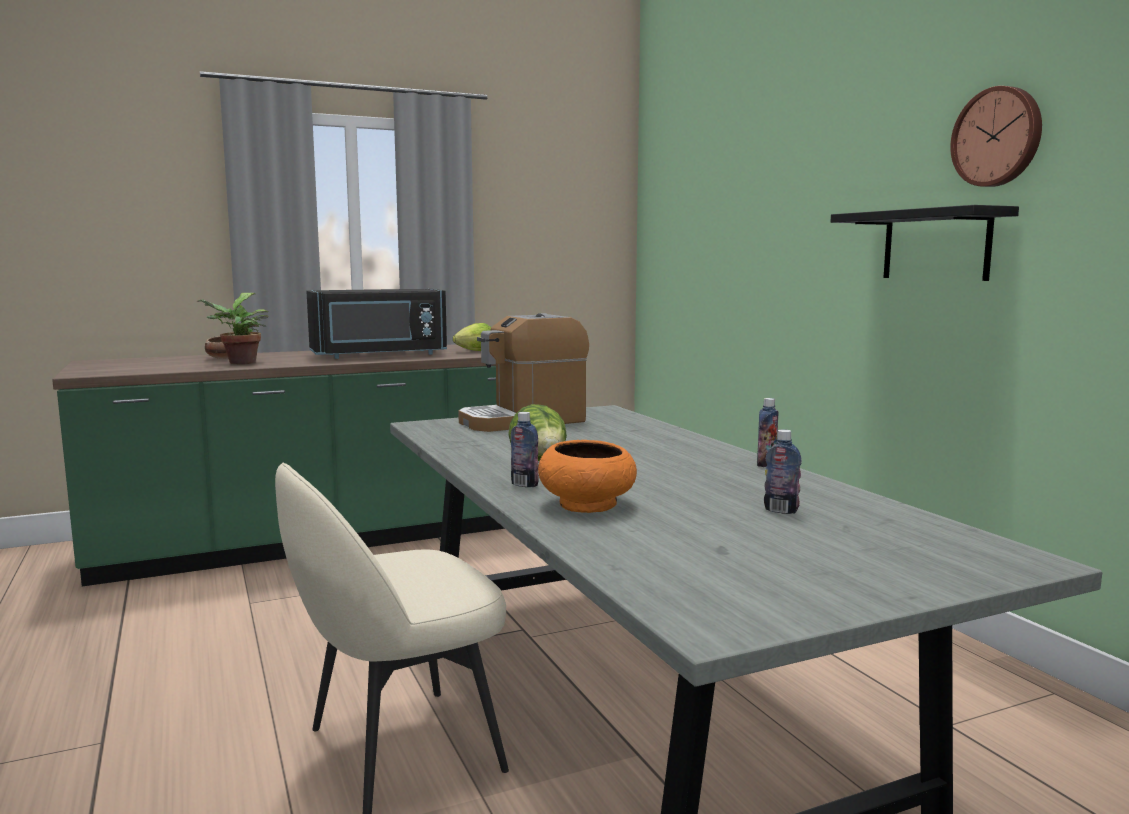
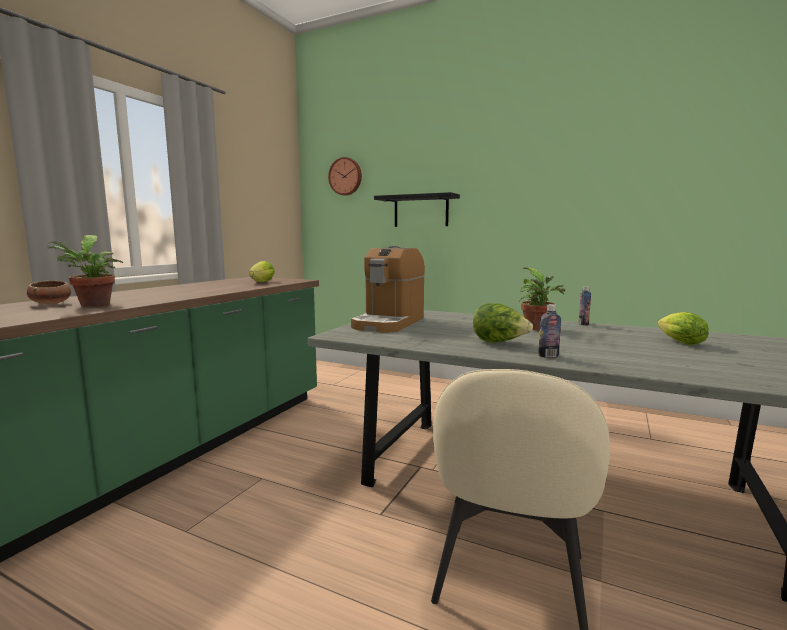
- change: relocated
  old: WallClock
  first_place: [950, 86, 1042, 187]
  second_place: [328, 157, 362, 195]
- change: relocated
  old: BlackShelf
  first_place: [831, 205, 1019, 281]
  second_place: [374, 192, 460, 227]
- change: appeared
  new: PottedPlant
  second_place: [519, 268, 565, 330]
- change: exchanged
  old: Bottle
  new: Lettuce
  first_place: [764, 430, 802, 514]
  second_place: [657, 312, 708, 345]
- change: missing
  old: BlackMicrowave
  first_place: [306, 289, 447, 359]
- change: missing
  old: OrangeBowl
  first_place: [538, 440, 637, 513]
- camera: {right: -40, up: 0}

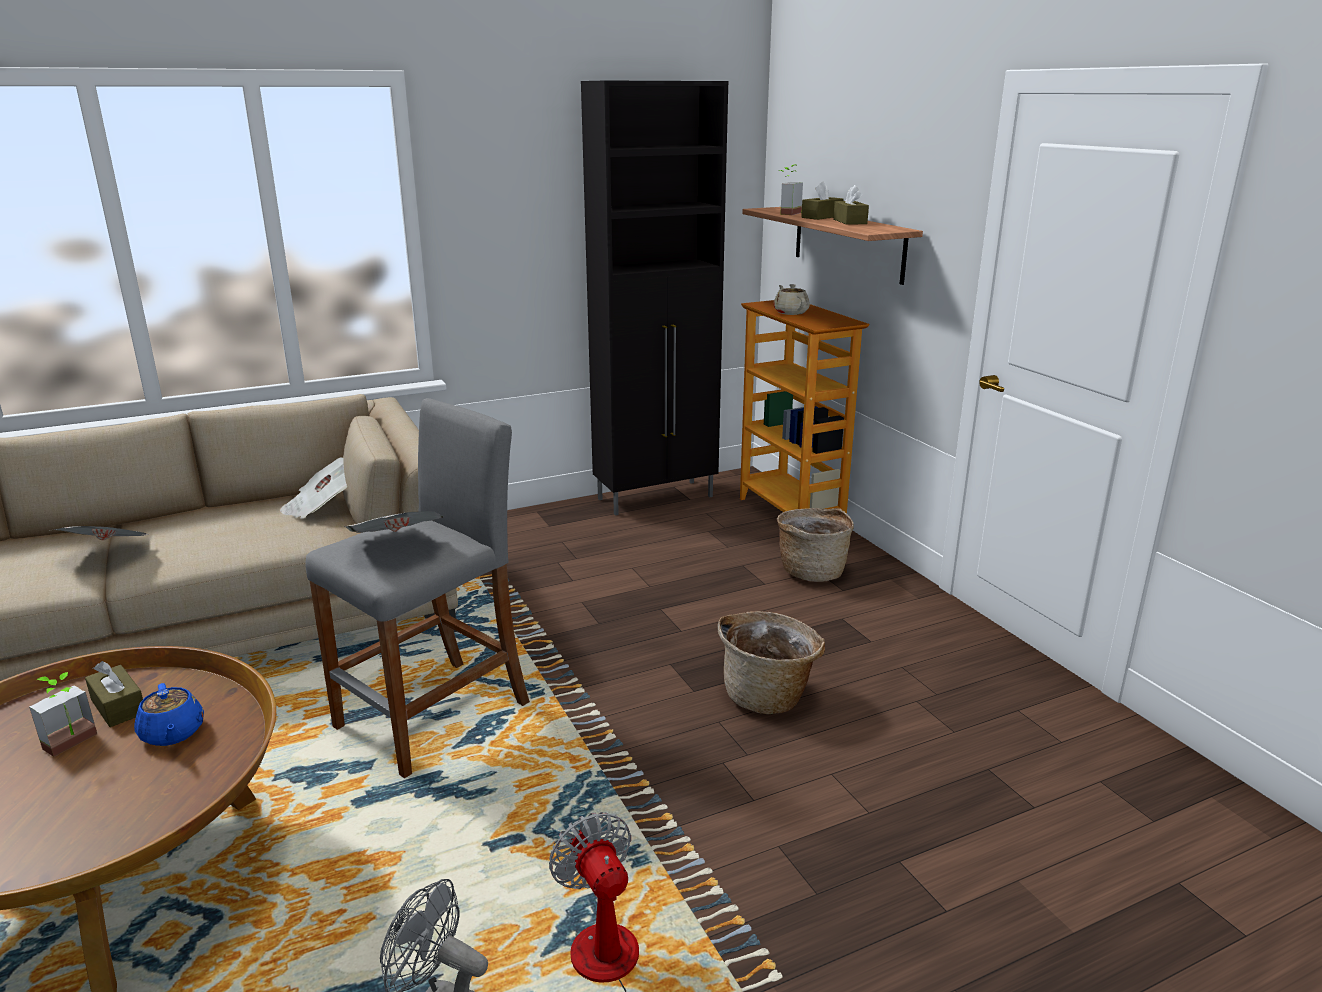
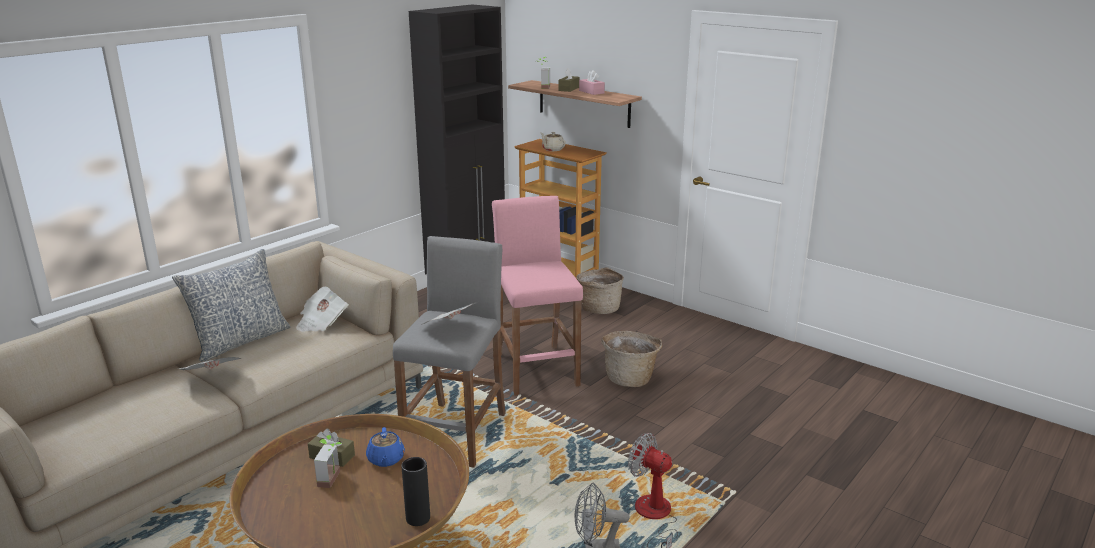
- change: appeared
  new: Pillow
  second_place: [172, 249, 291, 362]
- change: spun
  old: BlueTeapot
  first_place: [134, 683, 204, 746]
  second_place: [366, 427, 405, 467]
  degrees: 45
- change: appeared
  new: BlackVase
  second_place: [401, 457, 430, 526]
- change: appeared
  new: PinkStool
  second_place: [492, 196, 583, 396]
- change: colour
  old: BrownTissueBox
  new: PinkTissueBox
  first_place: [833, 185, 869, 225]
  second_place: [579, 70, 605, 95]
- camera: {right: -25, up: 0}

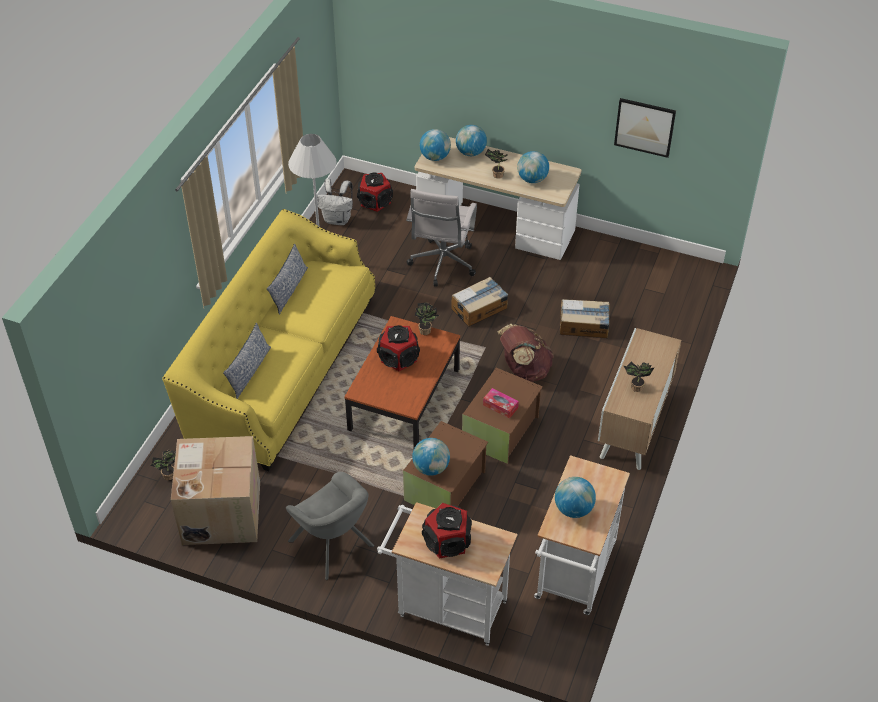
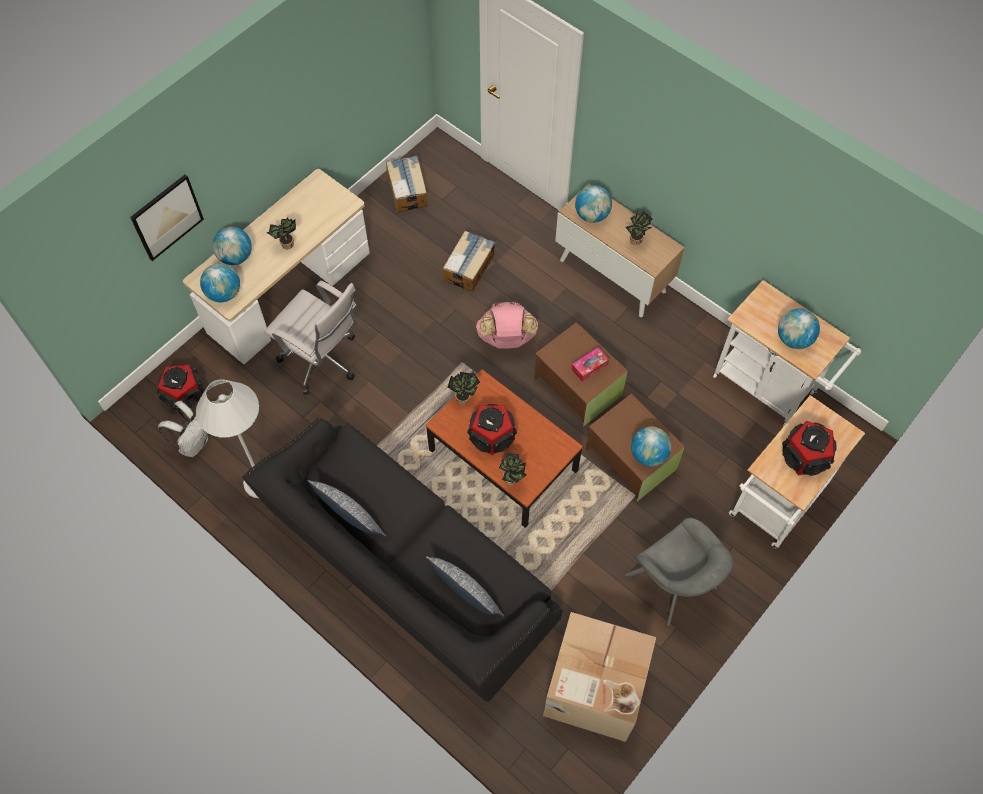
- change: relocated
  old: Picture
  first_place: [614, 98, 676, 158]
  second_place: [130, 174, 204, 261]
- change: colour
  old: YellowSofa
  new: BlackSofa
  first_place: [162, 209, 375, 471]
  second_place: [242, 418, 563, 702]
- change: relocated
  old: CardboardBox
  first_place: [451, 277, 508, 327]
  second_place: [386, 156, 427, 212]
- change: colour
  old: BrownBackpack
  new: PinkBackpack
  first_place: [497, 324, 554, 382]
  second_place: [476, 301, 538, 348]
- change: relocated
  old: PottedPlant
  first_place: [151, 449, 176, 480]
  second_place: [499, 453, 527, 486]
- change: relocated
  old: Globe
  first_place: [517, 151, 549, 183]
  second_place: [575, 185, 612, 223]
- change: spun
  old: GreyArmchair
  first_place: [286, 472, 374, 580]
  second_place: [625, 518, 733, 626]
  degrees: 75
- camera: {right: -70, up: 15}

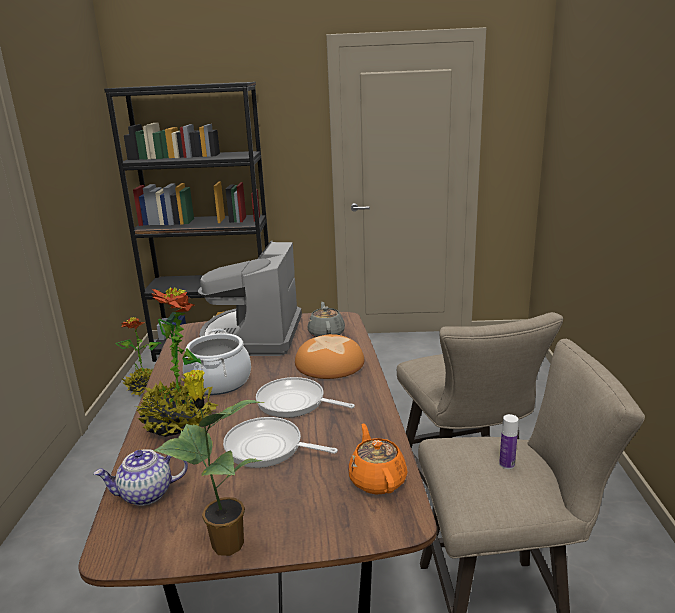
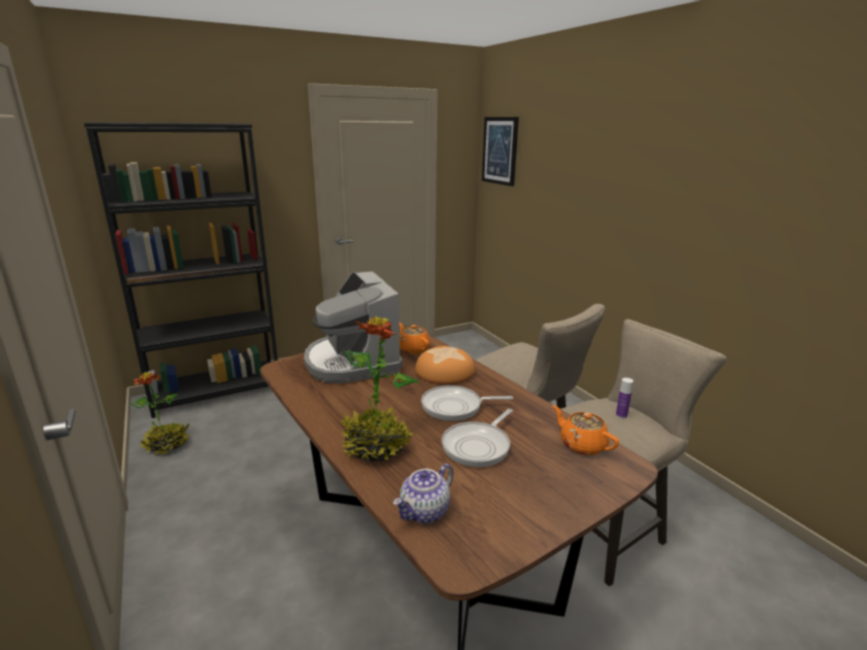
- change: colour
  old: GreyTeapot
  new: OrangeTeapot
  first_place: [308, 302, 345, 337]
  second_place: [399, 322, 430, 354]
- change: spun
  old: FryingPan
  first_place: [223, 417, 338, 468]
  second_place: [442, 409, 513, 467]
  degrees: -45
- change: appeared
  new: Picture
  second_place: [482, 117, 519, 186]
- change: missing
  old: PottedPlant
  first_place: [154, 369, 264, 556]
- change: missing
  old: CookingPot
  first_place: [183, 329, 251, 395]
- camera: {right: -30, up: 0}

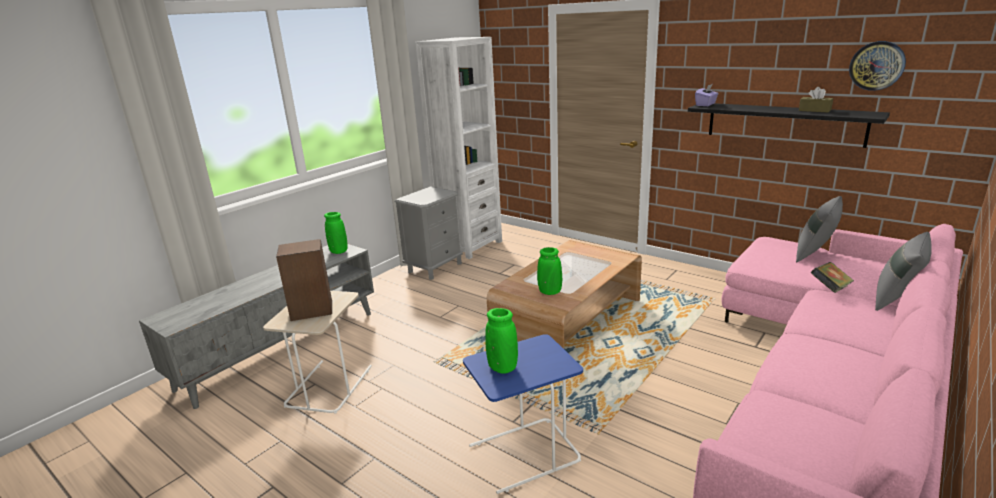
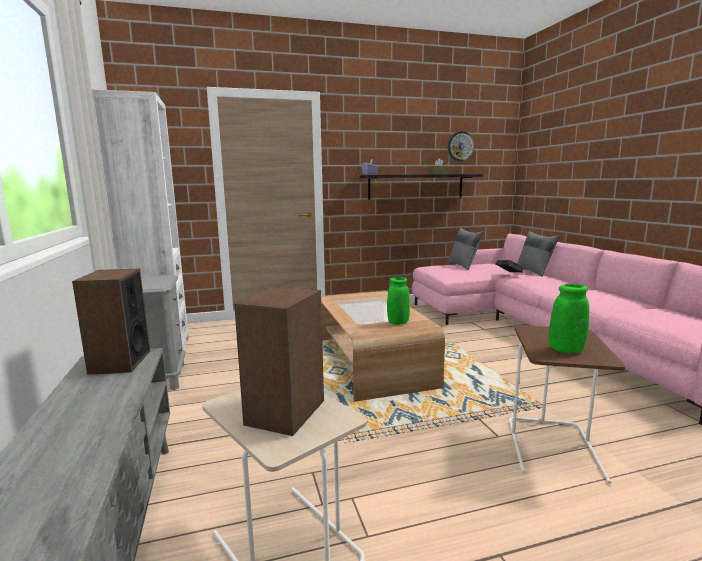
- change: exchanged
  old: GreenVase
  new: Speaker
  first_place: [324, 212, 347, 254]
  second_place: [72, 269, 150, 375]
- change: colour
  old: BlueSideTable
  new: BrownSideTable
  first_place: [463, 334, 583, 494]
  second_place: [508, 325, 625, 484]
- camera: {right: -55, up: -10}

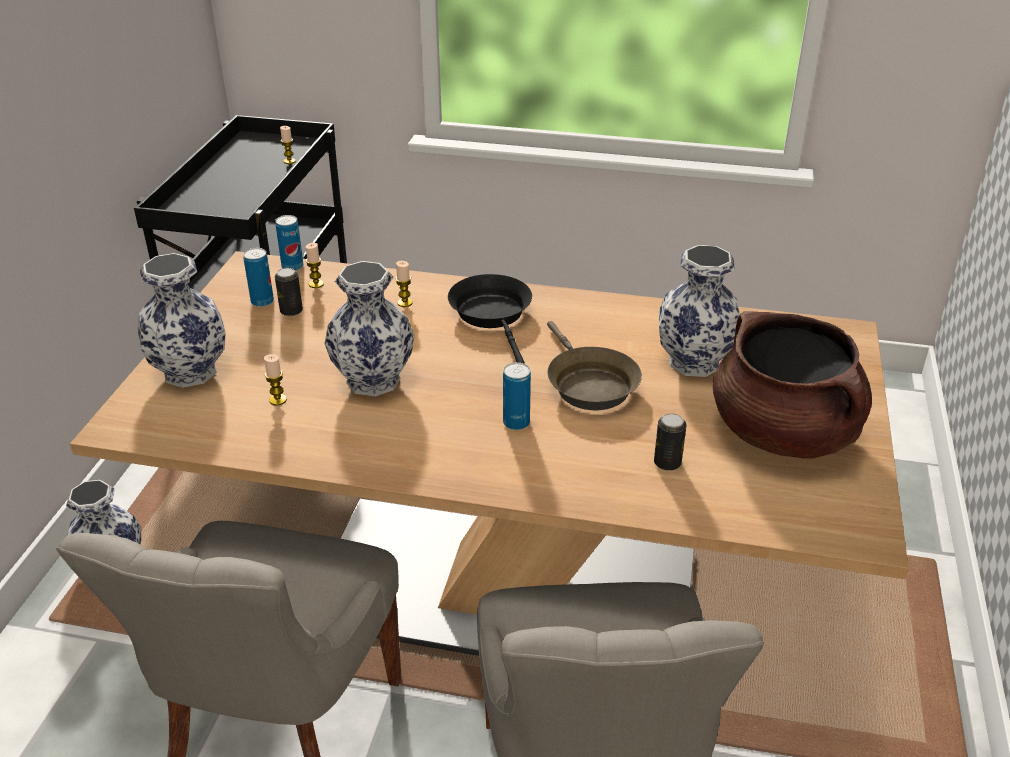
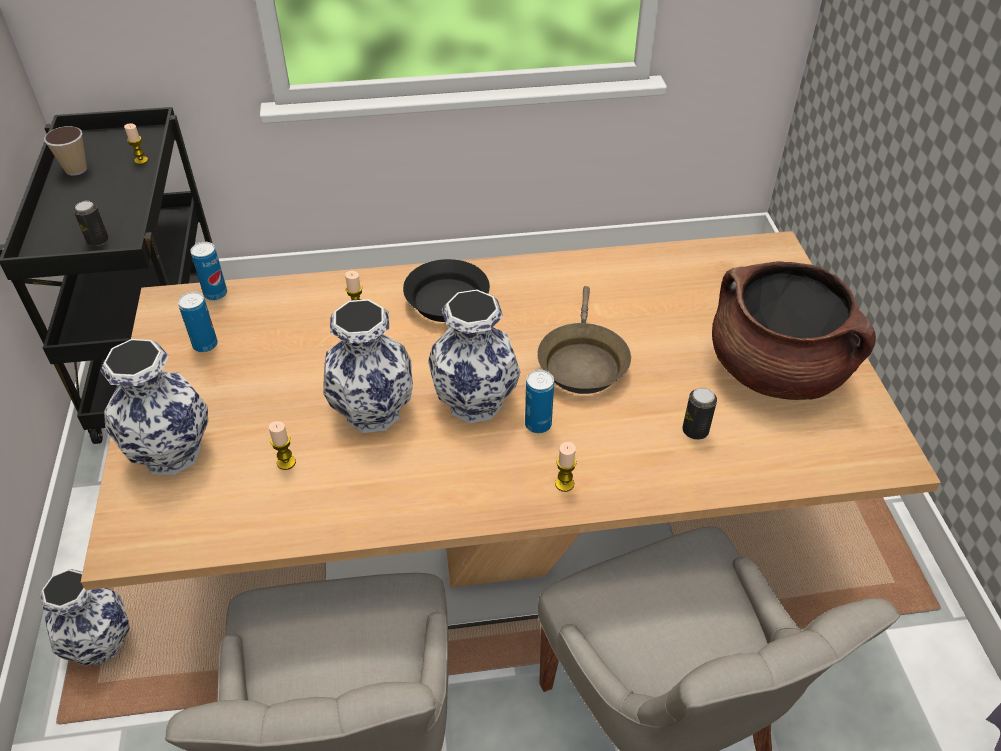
- change: appeared
  new: Cup
  second_place: [44, 126, 87, 176]
- change: relocated
  old: Can
  first_place: [275, 268, 303, 316]
  second_place: [74, 201, 109, 246]
- change: relocated
  old: Vase
  first_place: [659, 245, 739, 377]
  second_place: [428, 289, 520, 423]
- change: spun
  old: BrownFryingPan
  first_place: [547, 321, 642, 410]
  second_place: [537, 286, 631, 394]
  degrees: 45
- change: relocated
  old: Candle
  first_place: [306, 243, 324, 288]
  second_place: [555, 442, 577, 492]
- camera: {right: -20, up: 10}

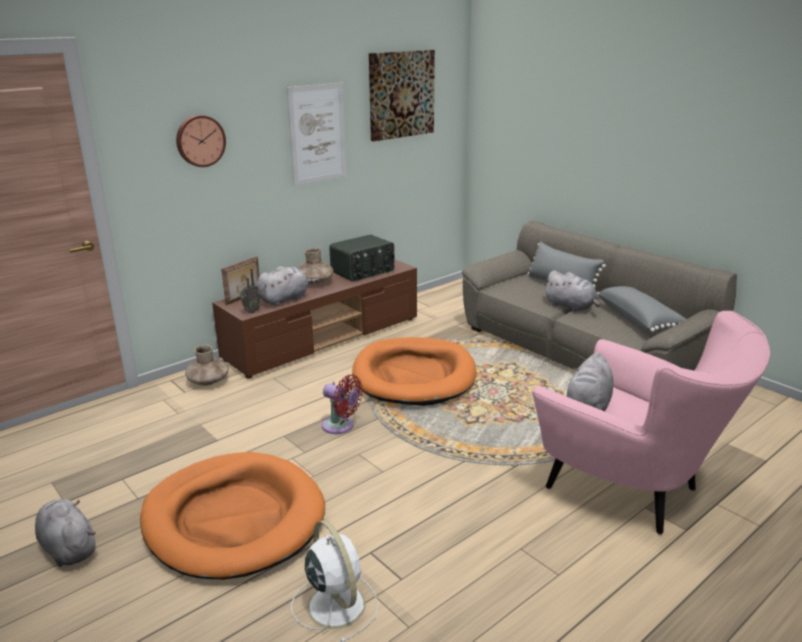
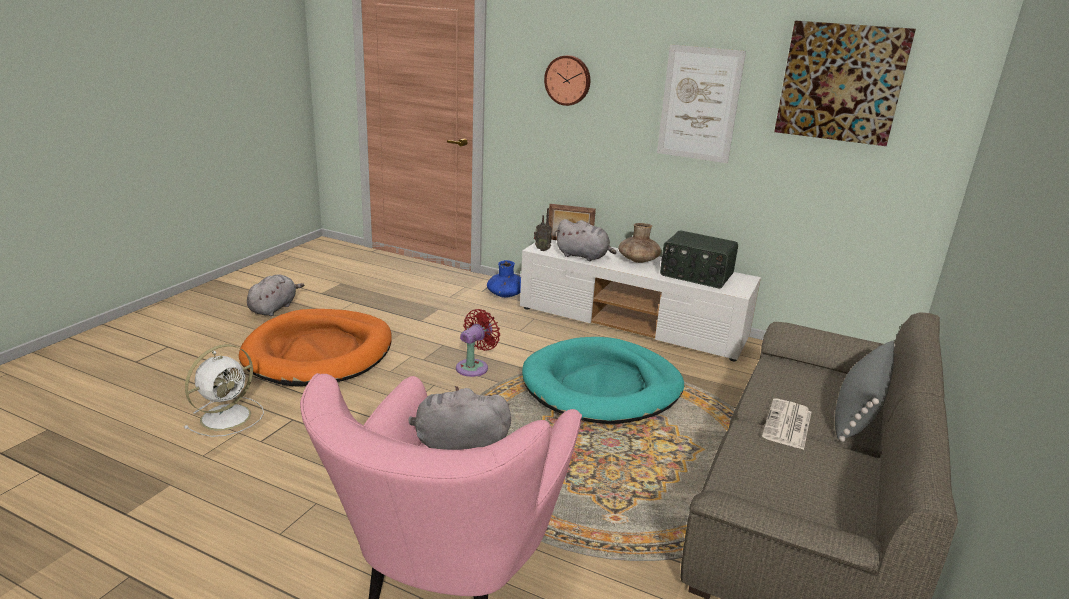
- change: spun
  old: RedFan
  first_place: [322, 375, 363, 434]
  second_place: [456, 309, 500, 377]
  degrees: -150
- change: colour
  old: BrownVase
  new: BlueVase
  first_place: [185, 344, 229, 386]
  second_place: [487, 260, 521, 298]
- change: colour
  old: BrownTvStand
  new: WhiteTvStand
  first_place: [212, 259, 417, 378]
  second_place: [520, 240, 761, 361]
- change: colour
  old: OrangeDogBed
  new: TurquoiseDogBed
  first_place: [352, 337, 476, 406]
  second_place: [522, 337, 684, 424]
- change: exchanged
  old: GreyPlushToy
  new: Newspaper
  first_place: [544, 270, 600, 312]
  second_place: [762, 398, 811, 450]
- change: missing
  old: GreyPillow
  first_place: [597, 286, 687, 332]
- camera: {right: 65, up: 0}

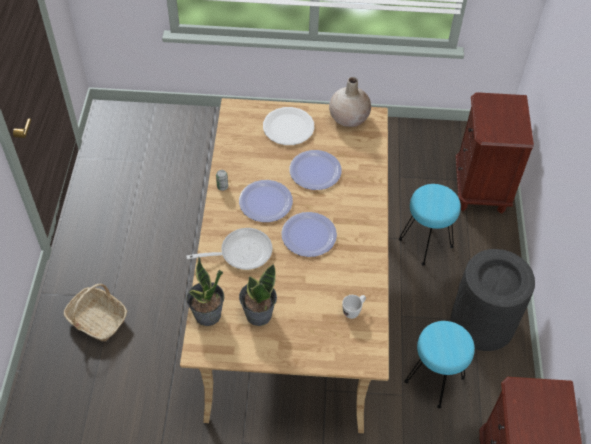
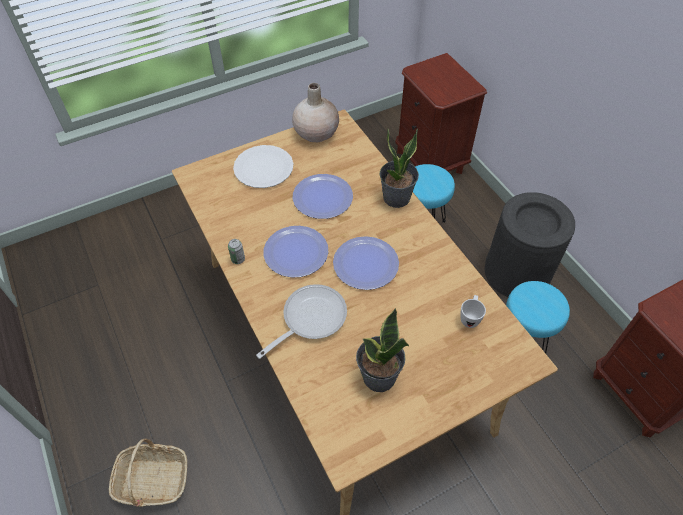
- change: relocated
  old: PottedPlant
  first_place: [187, 257, 224, 326]
  second_place: [380, 128, 419, 208]
- camera: {right: -30, up: 0}

